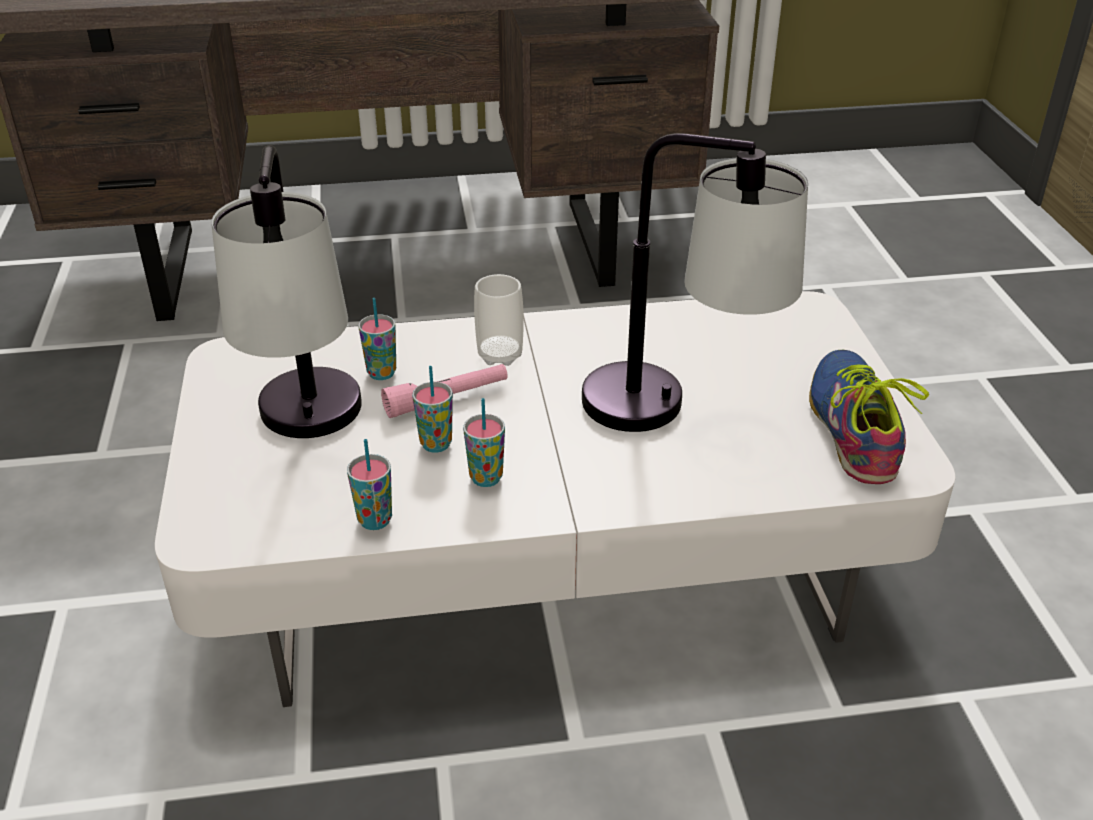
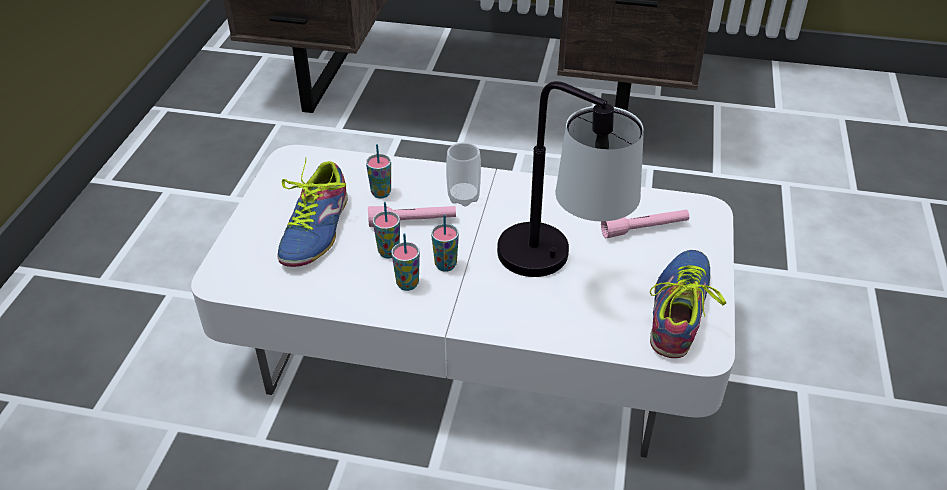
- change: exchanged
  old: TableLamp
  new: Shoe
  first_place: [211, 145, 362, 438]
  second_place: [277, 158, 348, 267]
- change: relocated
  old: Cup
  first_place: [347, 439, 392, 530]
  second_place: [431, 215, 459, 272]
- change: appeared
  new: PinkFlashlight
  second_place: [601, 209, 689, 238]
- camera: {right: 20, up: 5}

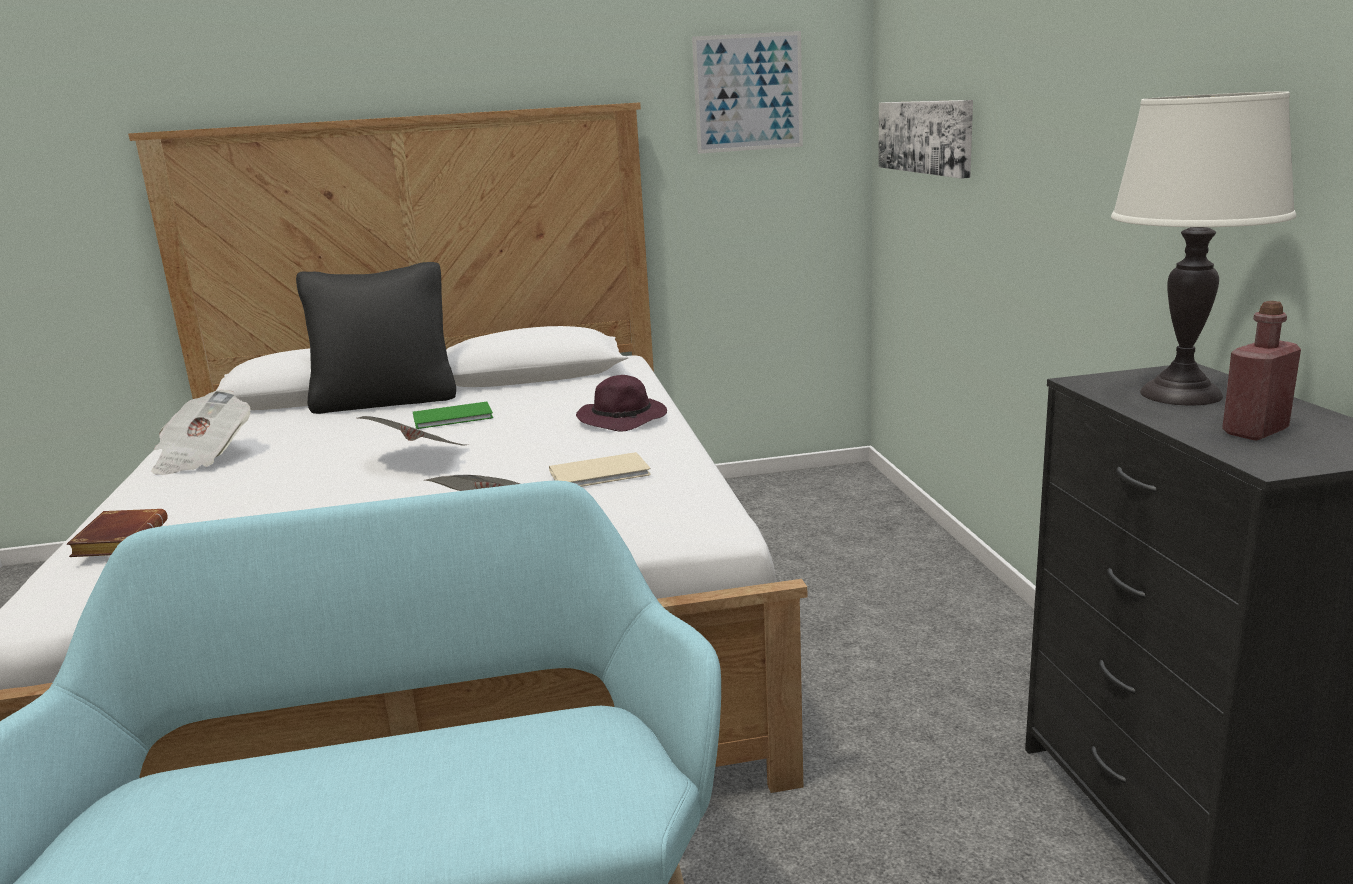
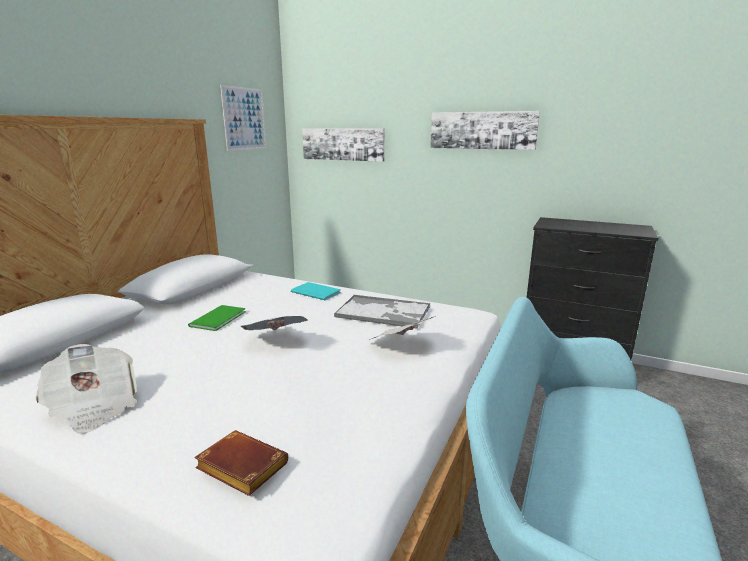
- change: exchanged
  old: PurpleHat
  new: TurquoiseBook
  first_place: [576, 375, 667, 432]
  second_place: [291, 282, 341, 300]
- change: exchanged
  old: BeigeBook
  new: Tray
  first_place: [549, 452, 651, 487]
  second_place: [334, 294, 430, 329]
- change: appeared
  new: Picture
  second_place: [430, 111, 540, 150]
- change: missing
  old: BlackPillow
  first_place: [296, 262, 456, 414]
- change: missing
  old: WhiteTableLamp
  first_place: [1111, 91, 1296, 406]
- change: missing
  old: RedBottle
  first_place: [1222, 301, 1301, 440]
- camera: {right: -55, up: 0}

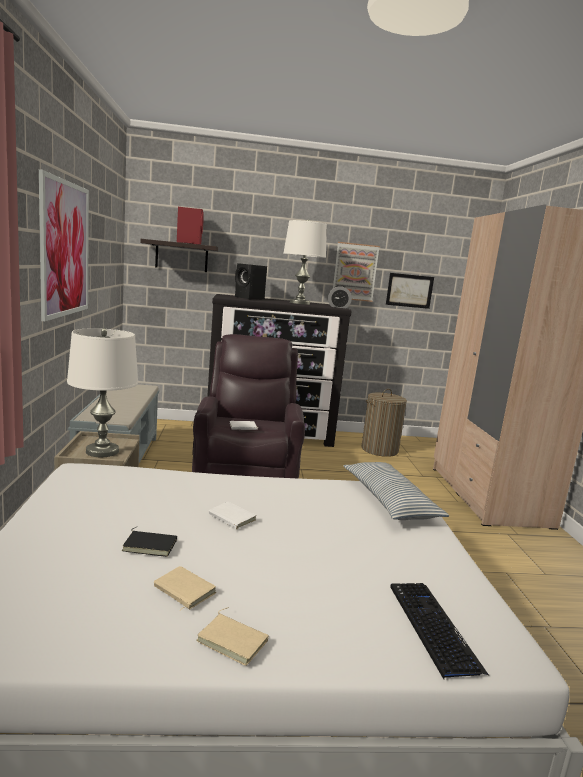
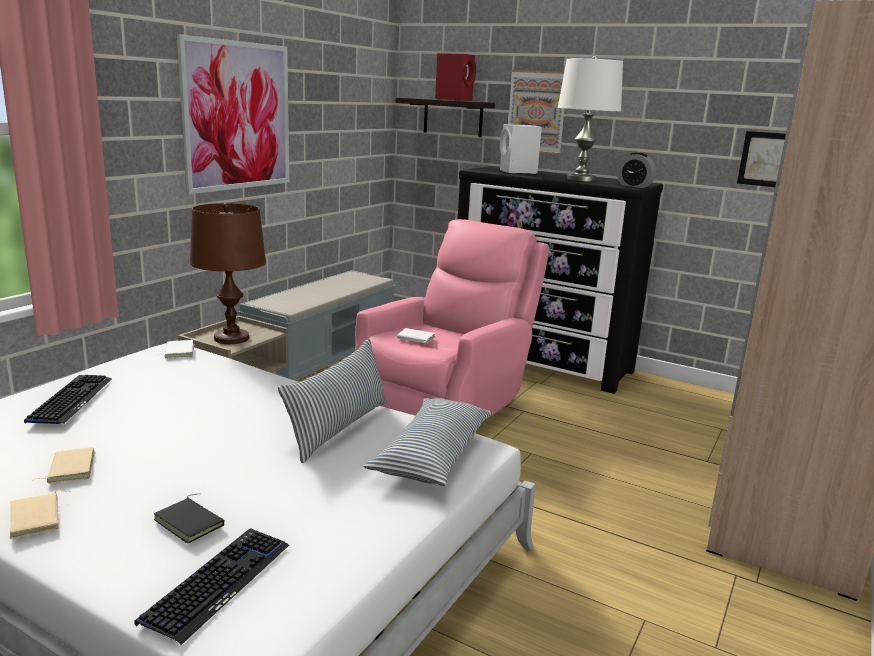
- change: appeared
  new: Keyboard
  second_place: [24, 375, 111, 424]
- change: relocated
  old: BlackBook
  first_place: [122, 526, 177, 557]
  second_place: [154, 494, 225, 543]
- change: relocated
  old: WhiteBook
  first_place: [209, 502, 256, 529]
  second_place: [157, 340, 194, 358]
- change: colour
  old: WhiteTableLamp
  new: BrownTableLamp
  first_place: [67, 328, 138, 457]
  second_place: [190, 203, 266, 344]
- change: appeared
  new: Pillow
  second_place: [278, 339, 387, 463]
- change: colour
  old: BrownArmchair
  new: PinkArmchair
  first_place: [192, 334, 305, 479]
  second_place: [355, 219, 550, 418]
- change: colour
  old: BlackSpeaker
  new: WhiteSpeaker
  first_place: [235, 263, 267, 300]
  second_place: [500, 124, 542, 174]
- change: relocated
  old: Picture
  first_place: [333, 242, 380, 302]
  second_place: [508, 70, 564, 155]
- change: missing
  old: LaundryBasket
  first_place: [361, 389, 407, 457]
- camera: {right: 35, up: 5}

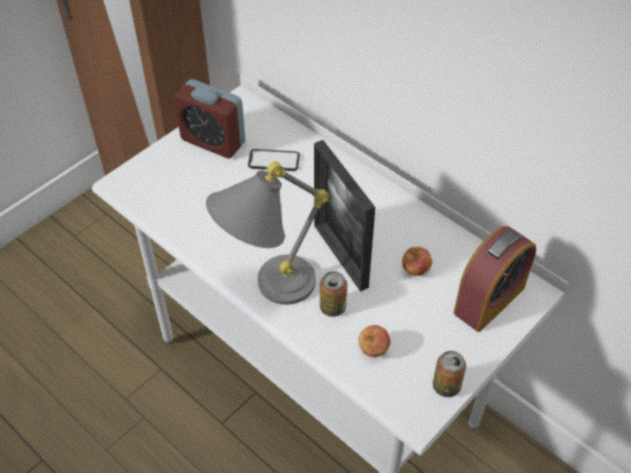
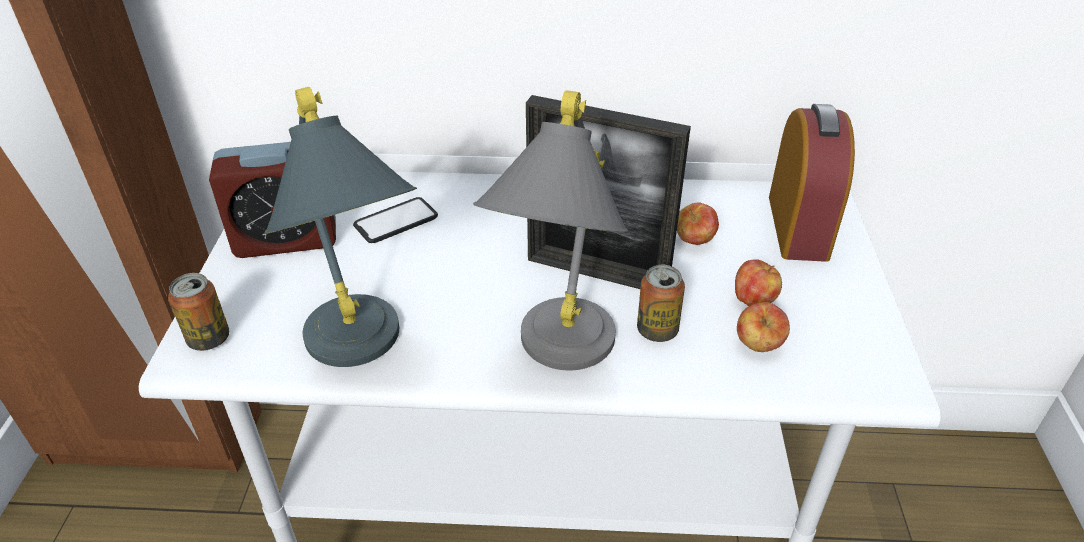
- change: relocated
  old: Can
  first_place: [433, 351, 466, 397]
  second_place: [168, 273, 229, 351]
- change: appeared
  new: GreyTableLamp
  second_place: [265, 87, 417, 367]
- change: appeared
  new: Apple
  second_place: [735, 259, 782, 306]
- camera: {right: -40, up: -10}

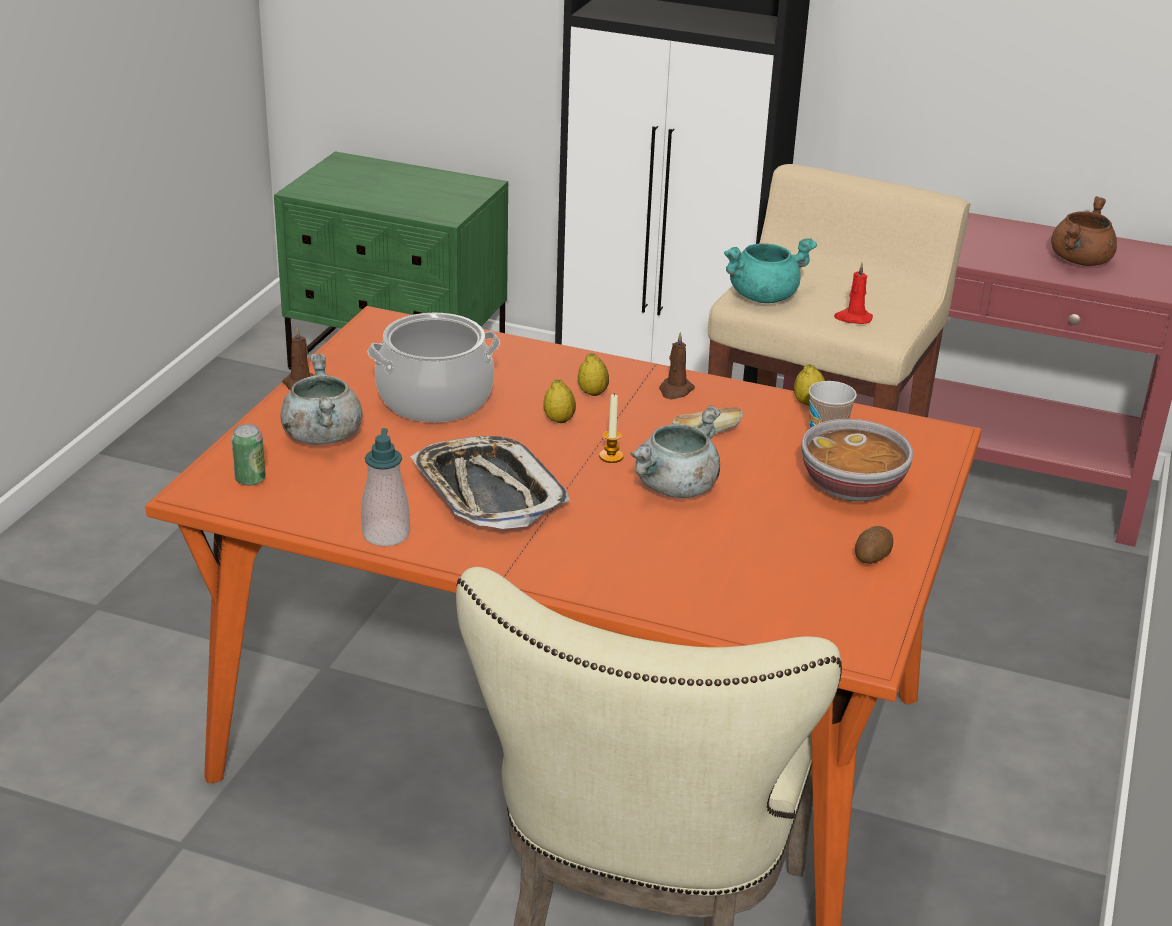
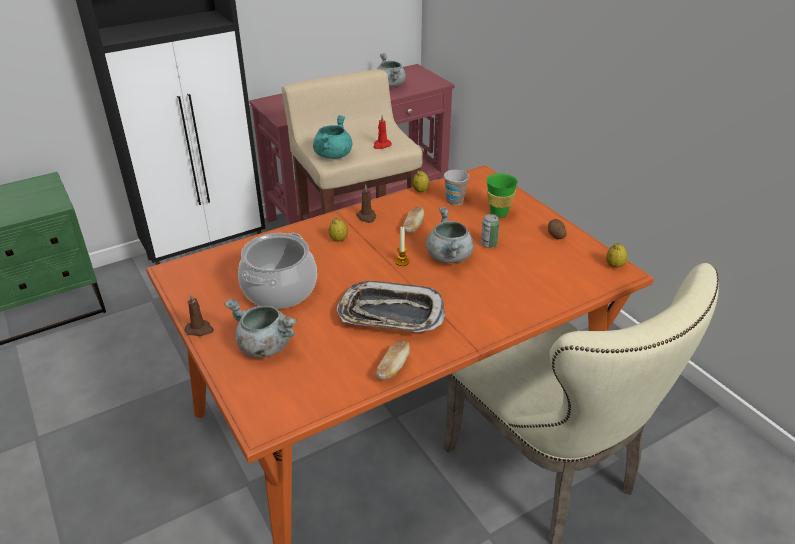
- change: exchanged
  old: SoapDispenser
  new: Bread
  first_place: [361, 428, 410, 547]
  second_place: [376, 341, 410, 379]
- change: colour
  old: BrownCookingPot
  new: GreyCookingPot
  first_place: [1051, 196, 1117, 266]
  second_place: [377, 53, 406, 87]
- change: relocated
  old: Can
  first_place: [231, 424, 266, 486]
  second_place: [481, 214, 500, 248]
- change: exchanged
  old: Bowl
  new: GreenCup
  first_place: [802, 419, 914, 501]
  second_place: [486, 173, 518, 218]
- change: relocated
  old: Lemon
  first_place: [543, 379, 576, 423]
  second_place: [606, 243, 627, 268]
- camera: {right: -50, up: 5}

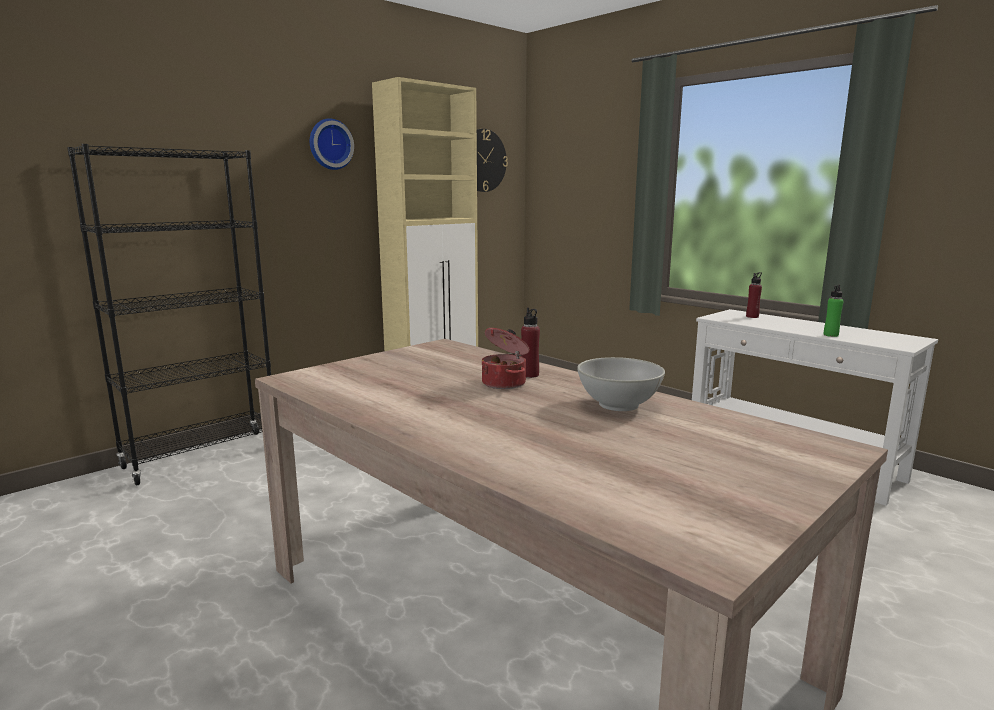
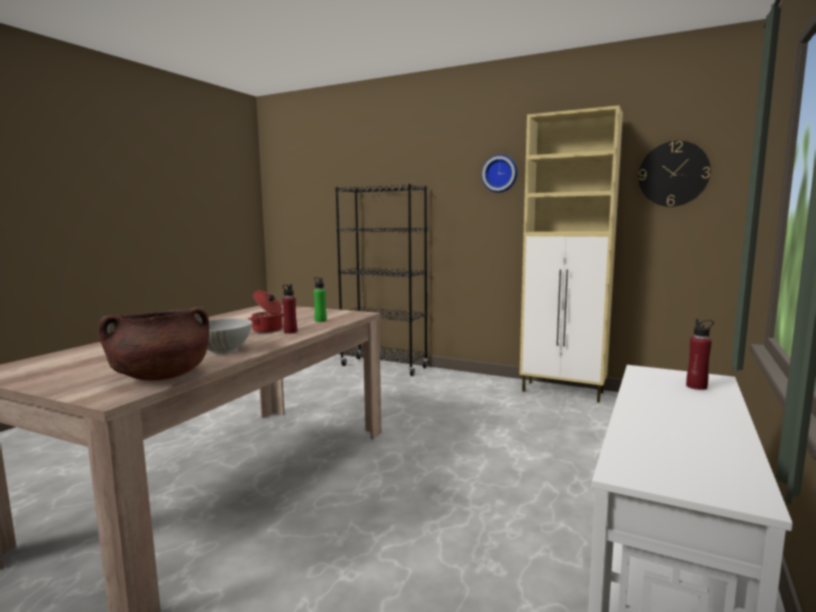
- change: appeared
  new: BrownCookingPot
  second_place: [98, 307, 209, 380]
- change: relocated
  old: GreenBottle
  first_place: [824, 285, 844, 337]
  second_place: [314, 277, 327, 322]
- camera: {right: 70, up: -5}

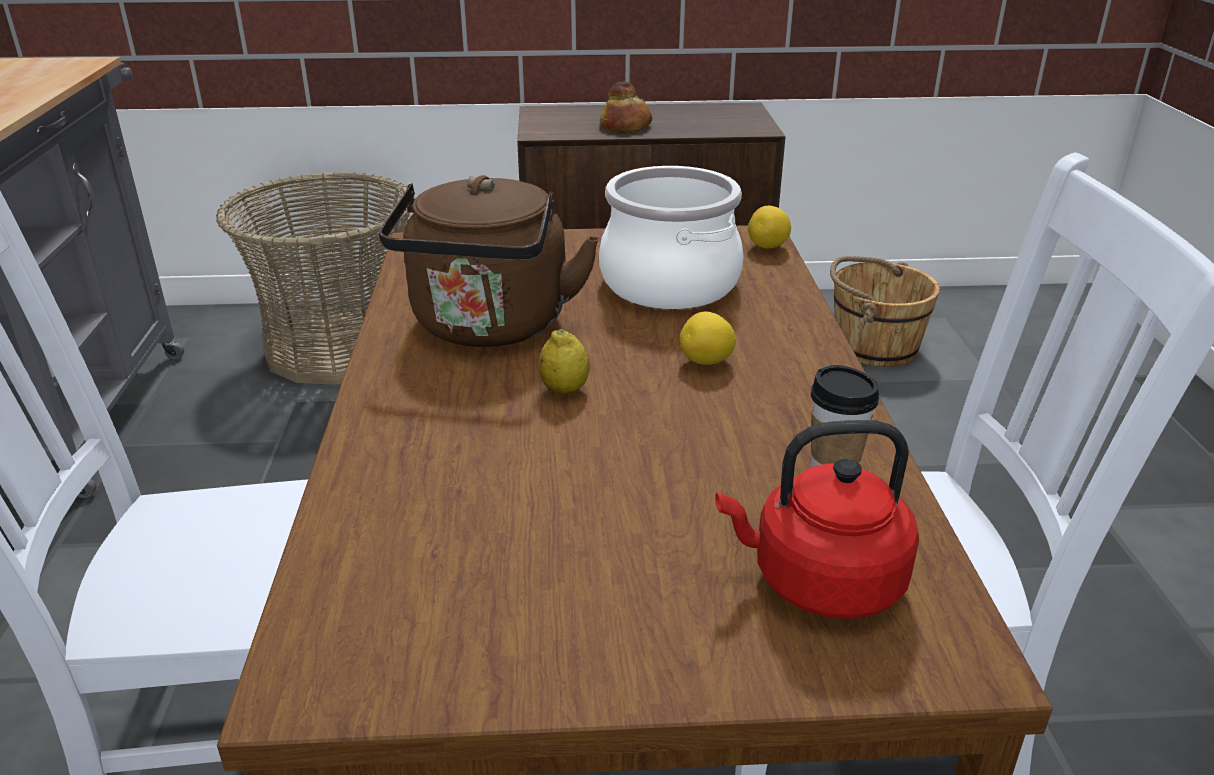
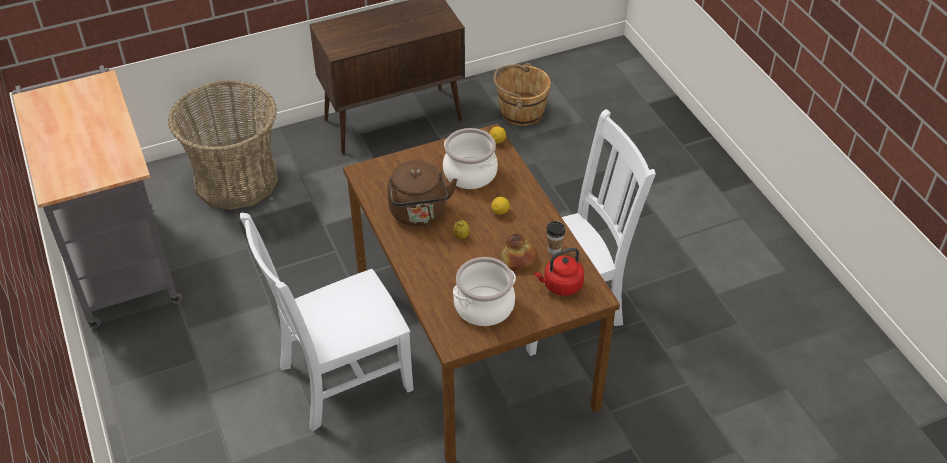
- change: appeared
  new: CookingPot
  second_place: [453, 257, 516, 326]
- change: relocated
  old: Bread
  first_place: [600, 81, 652, 131]
  second_place: [502, 234, 538, 271]
- camera: {right: -20, up: 15}

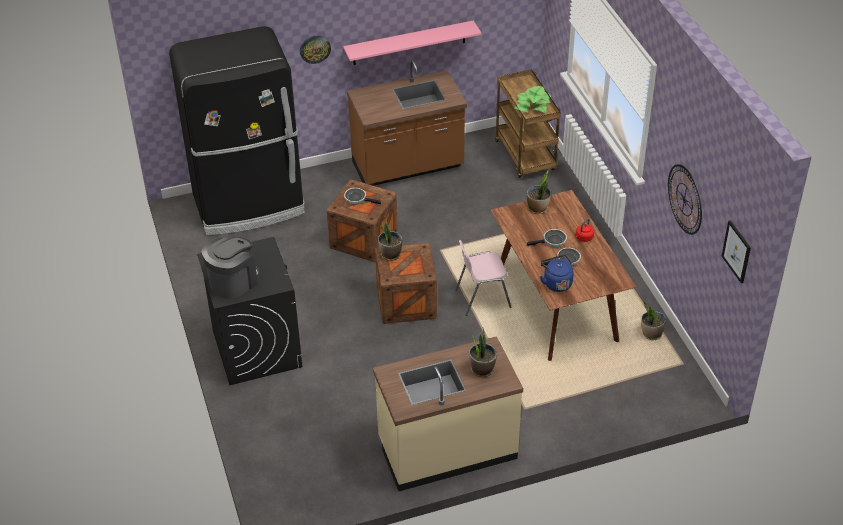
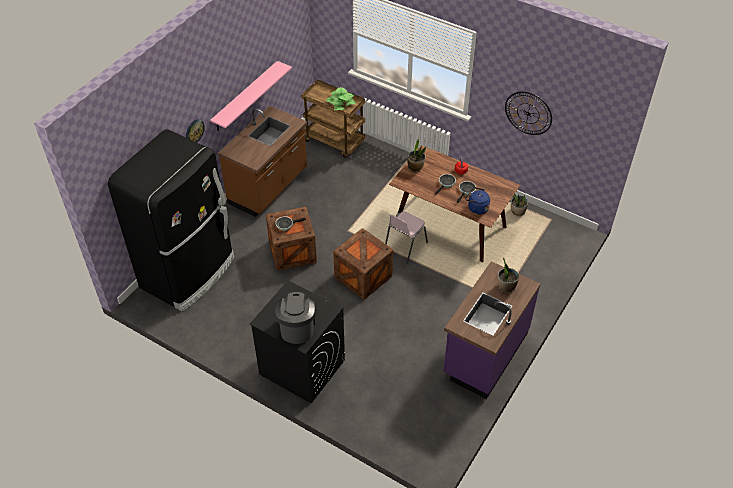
- change: colour
  old: BeigeCounter
  new: PurpleCounter
  first_place: [373, 336, 523, 491]
  second_place: [443, 261, 540, 399]
- change: missing
  old: PottedPlant
  first_place: [378, 217, 402, 261]
- change: missing
  old: Picture
  first_place: [722, 220, 751, 283]
- camera: {right: -40, up: 5}

